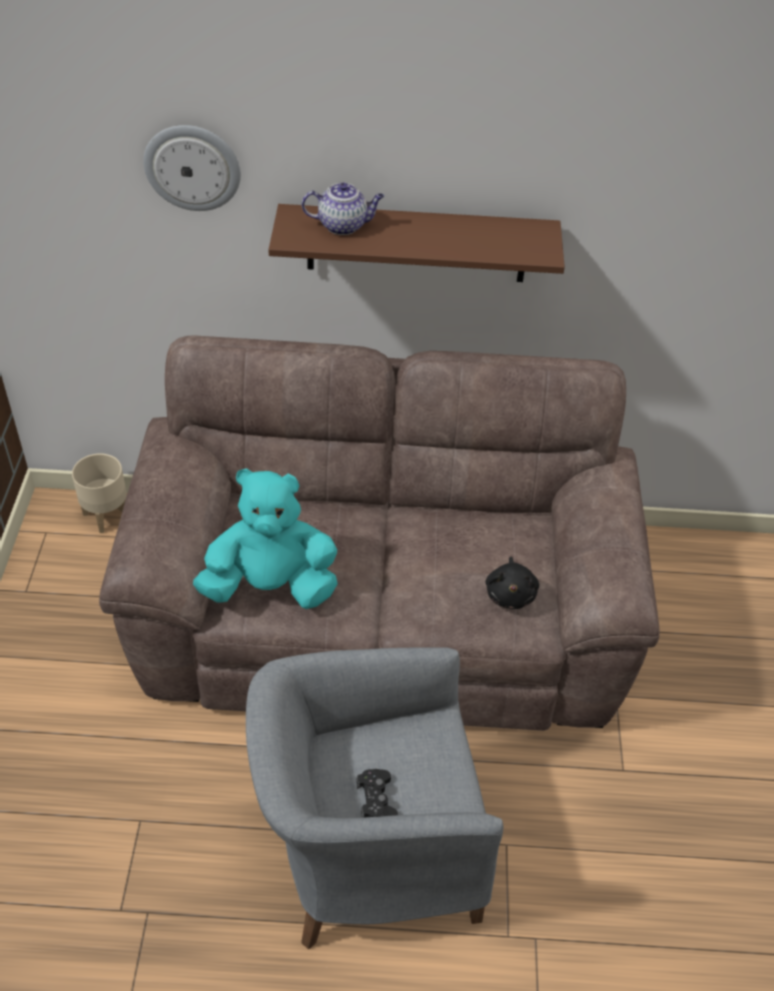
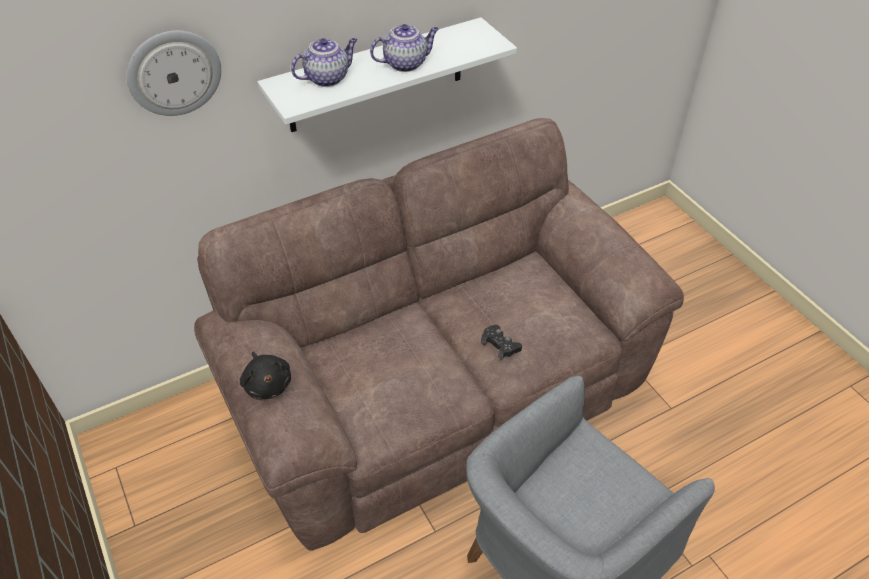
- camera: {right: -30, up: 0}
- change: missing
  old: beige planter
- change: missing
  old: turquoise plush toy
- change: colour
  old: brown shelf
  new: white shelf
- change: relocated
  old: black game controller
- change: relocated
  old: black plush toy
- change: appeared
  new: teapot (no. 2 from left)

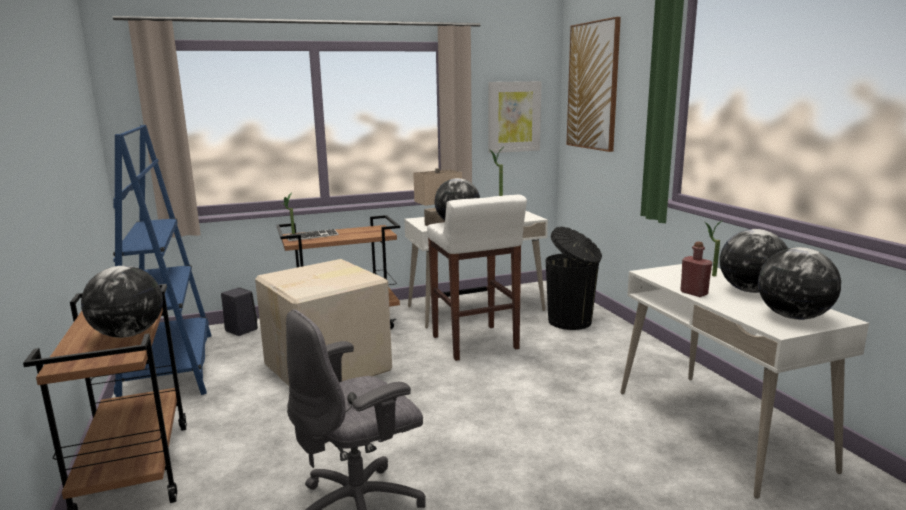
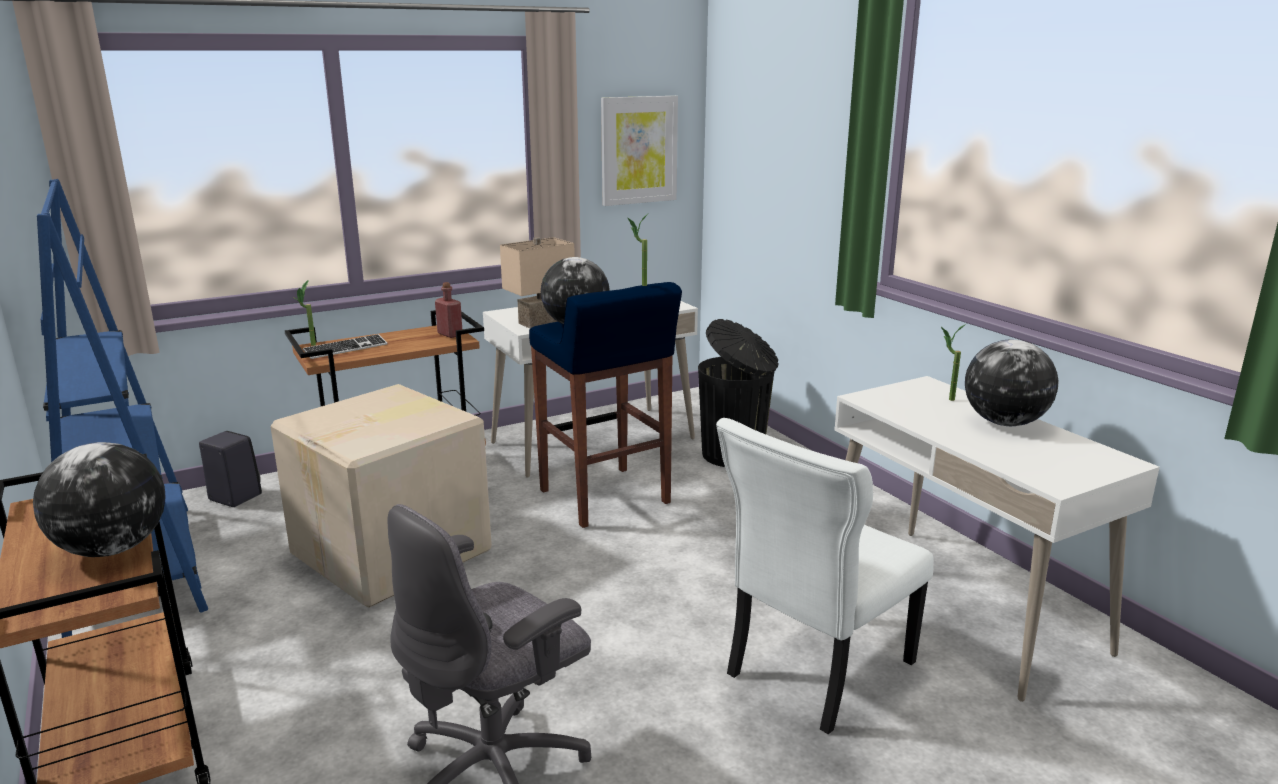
- camera: {right: -10, up: 5}
- change: colour
  old: white stool
  new: blue stool
- change: missing
  old: picture (no. 2 from left)
- change: relocated
  old: red bottle
- change: missing
  old: globe (no. 4 from left)
- change: appeared
  new: white chair

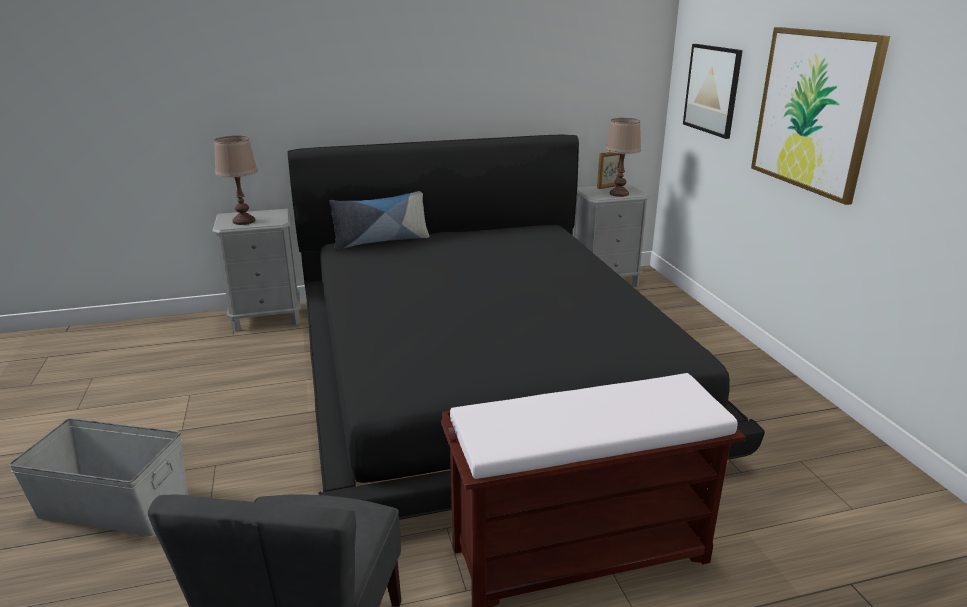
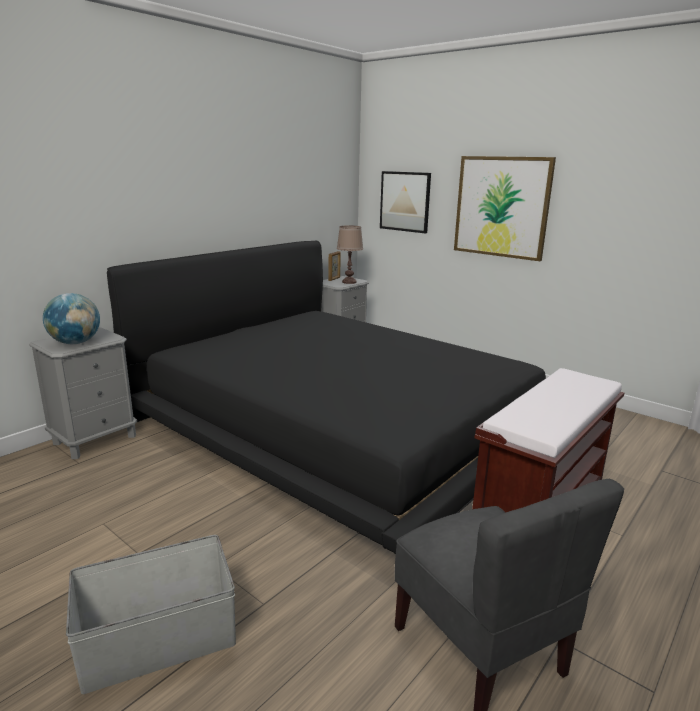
- camera: {right: -35, up: -5}
- change: exchanged
  old: brown table lamp (no. 1 from left)
  new: globe
- change: missing
  old: pillow

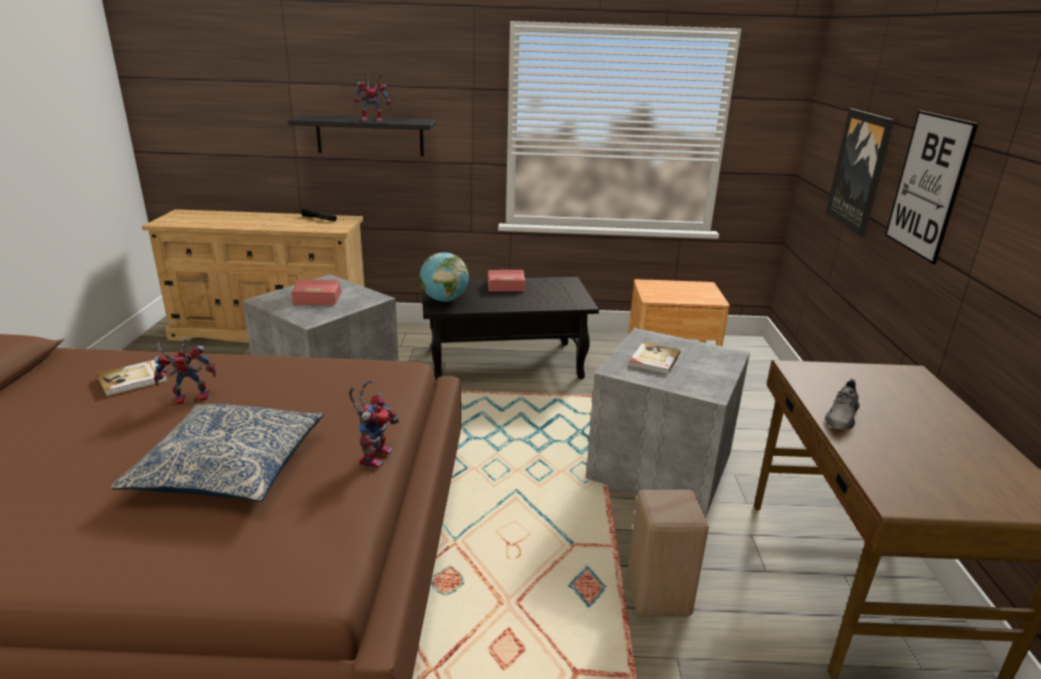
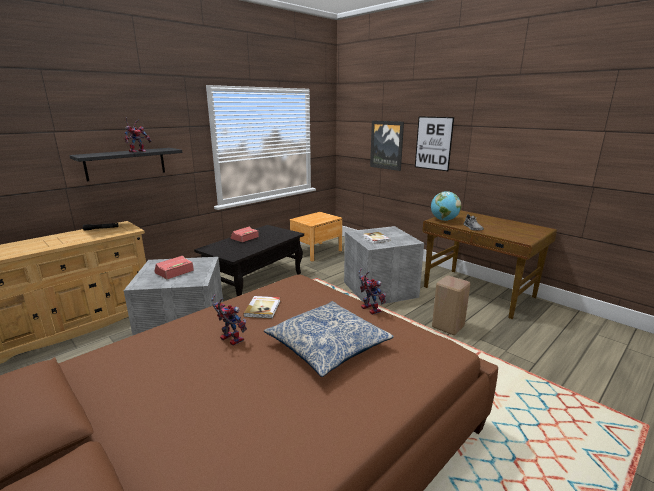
- camera: {right: -45, up: -5}
- change: relocated
  old: book (no. 1 from left)
- change: spun
  old: toy robot (no. 1 from left in the first image)
  degrees: 105
- change: relocated
  old: globe

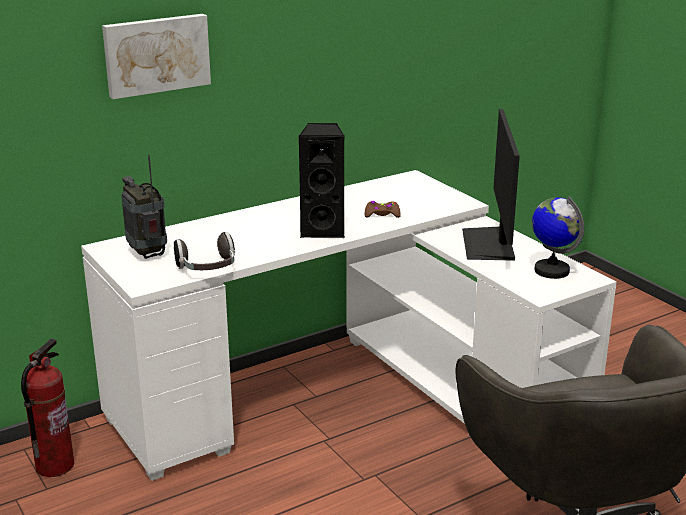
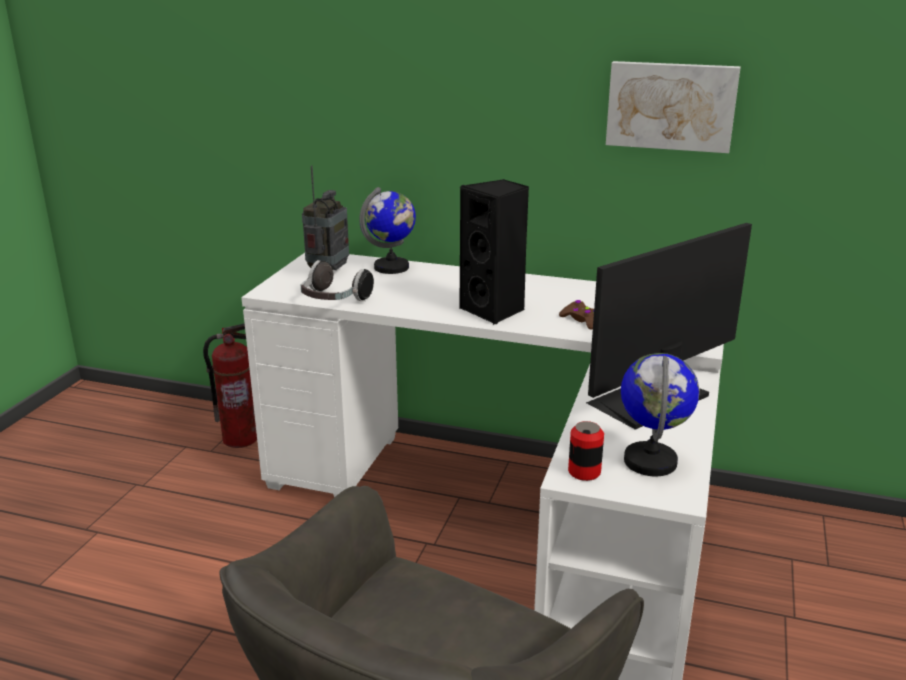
- camera: {right: 50, up: 0}
- change: relocated
  old: picture
- change: appeared
  new: globe (no. 1 from left)
- change: appeared
  new: can

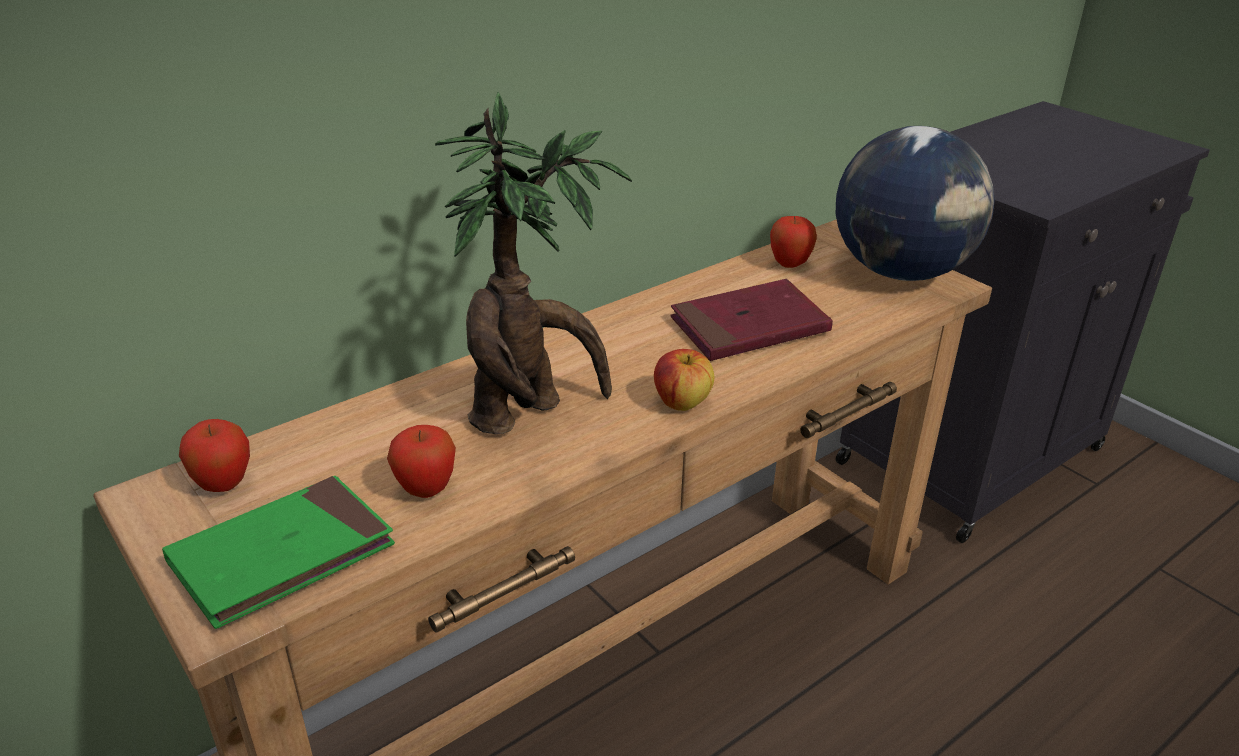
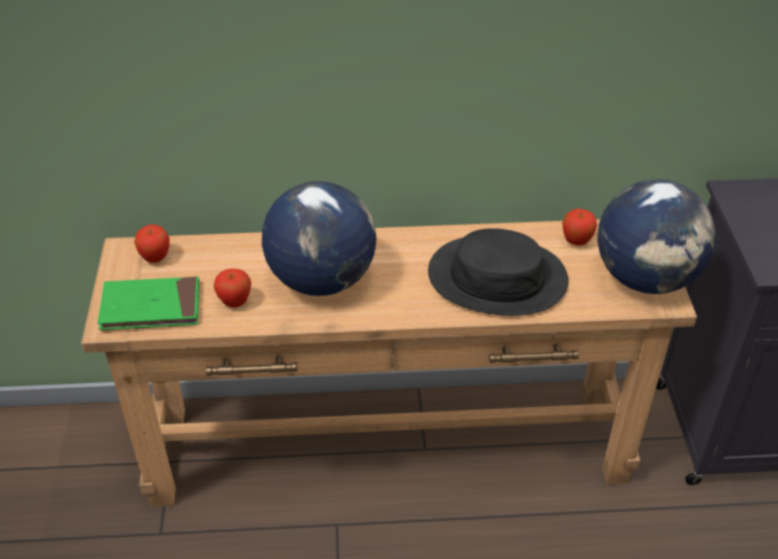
- camera: {right: 35, up: 10}
- change: exchanged
  old: potted plant
  new: globe (no. 1 from left)
- change: missing
  old: apple (no. 3 from left)
- change: exchanged
  old: red book
  new: black hat

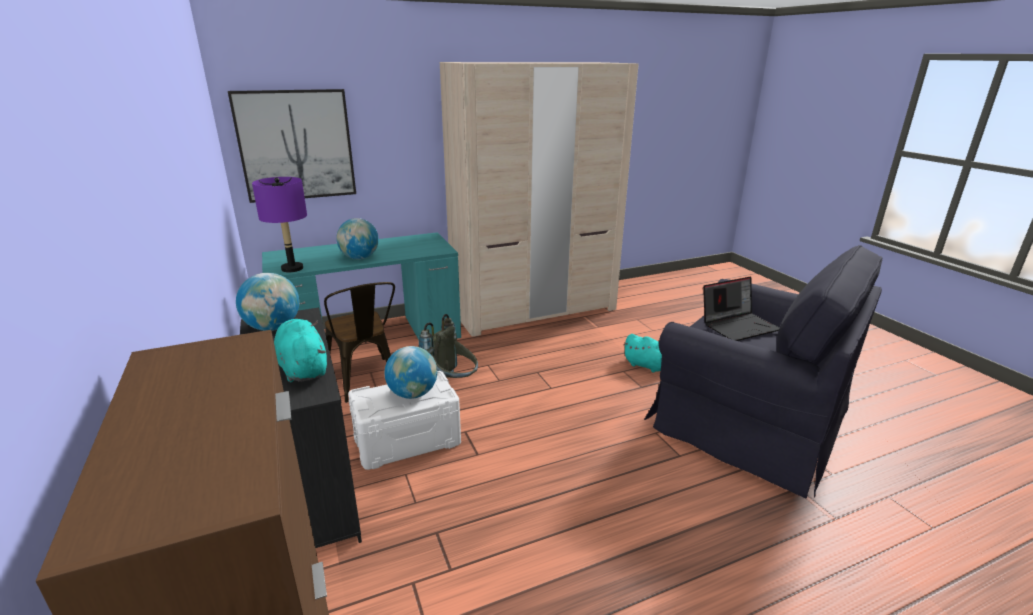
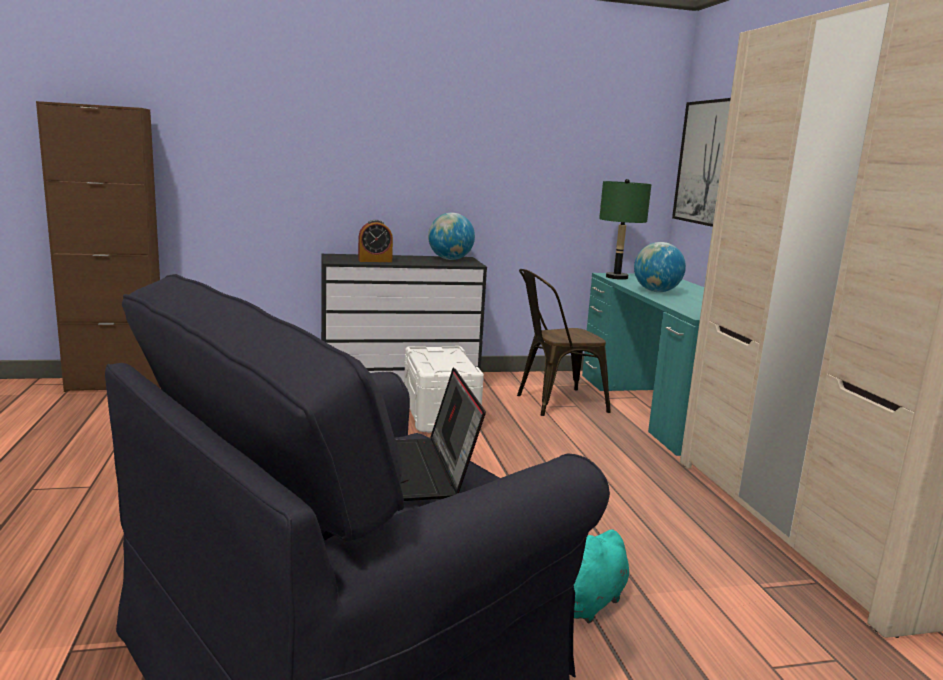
- camera: {right: 100, up: -10}
- change: colour
  old: purple table lamp
  new: green table lamp
- change: exchanged
  old: turquoise plush toy (no. 1 from left)
  new: alarm clock
- change: missing
  old: globe (no. 3 from left)
- change: missing
  old: grey backpack

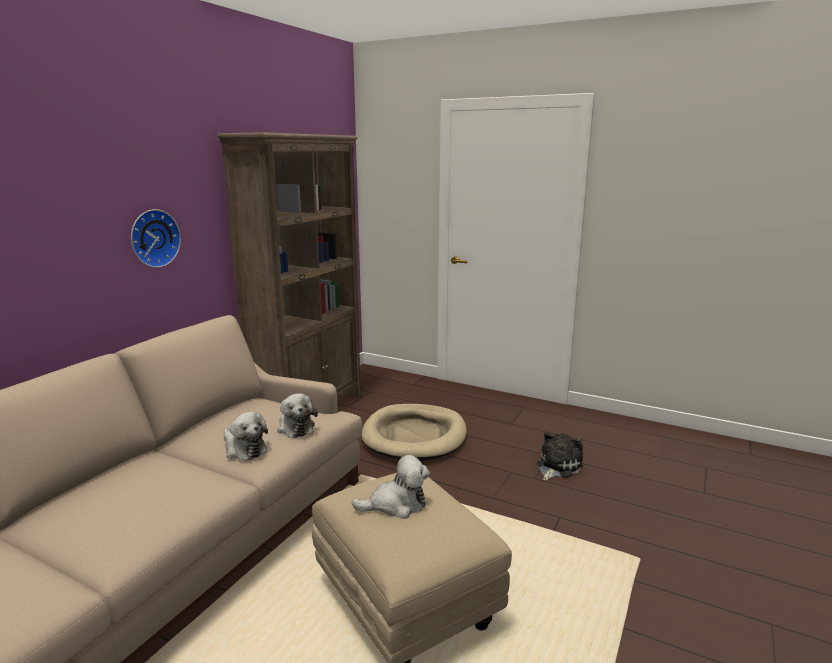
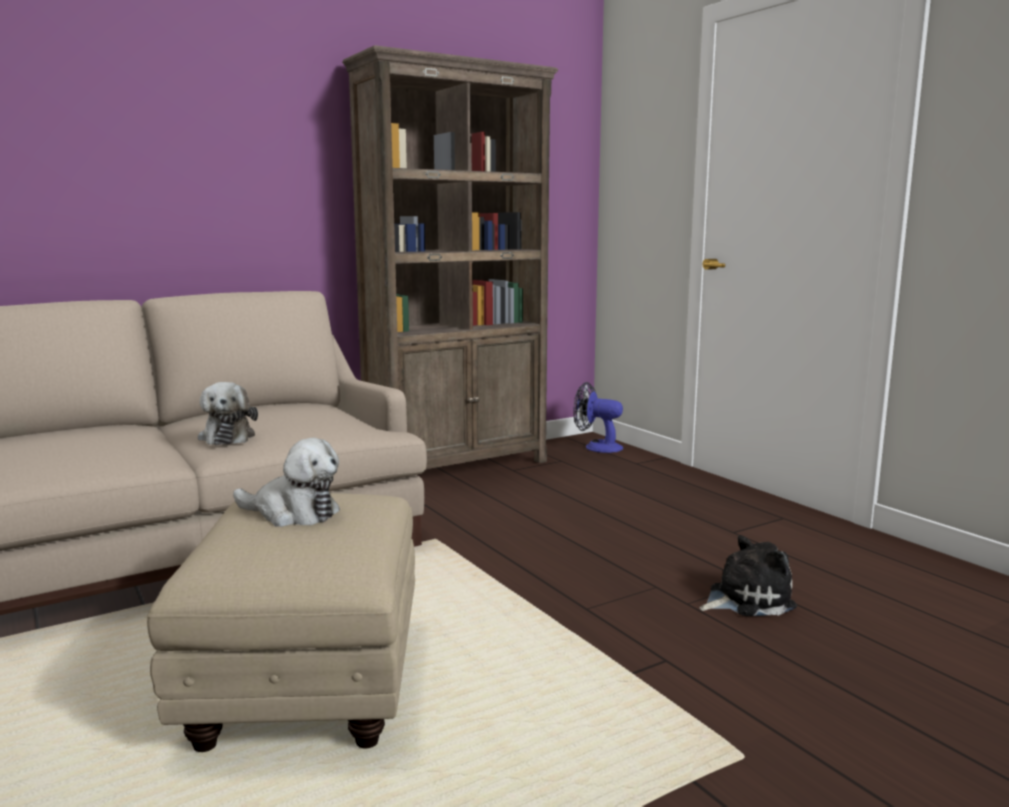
- camera: {right: 30, up: -5}
- change: missing
  old: wall clock
- change: missing
  old: plush toy (no. 2 from left)
- change: missing
  old: beige dog bed
- change: appeared
  new: fan

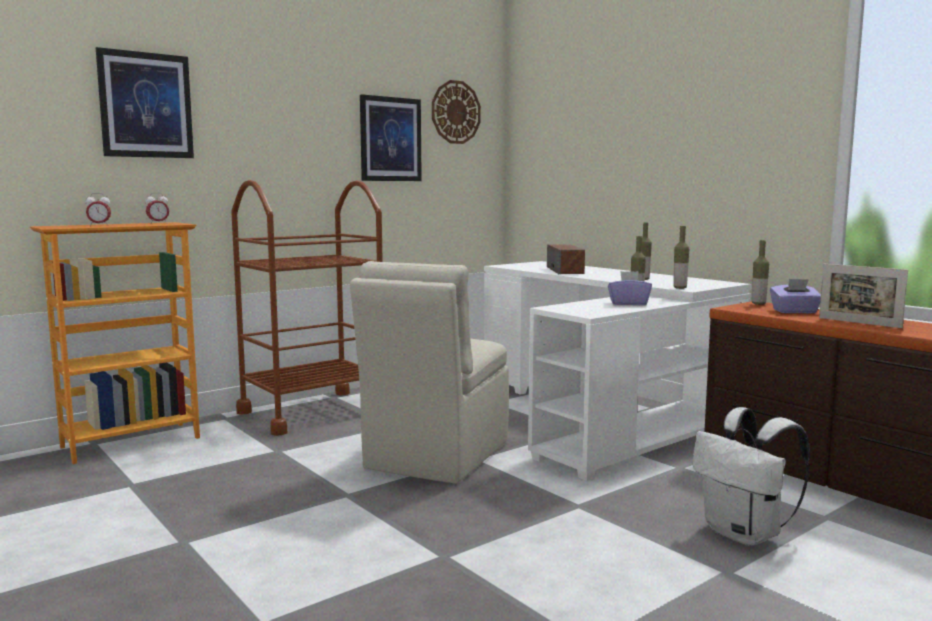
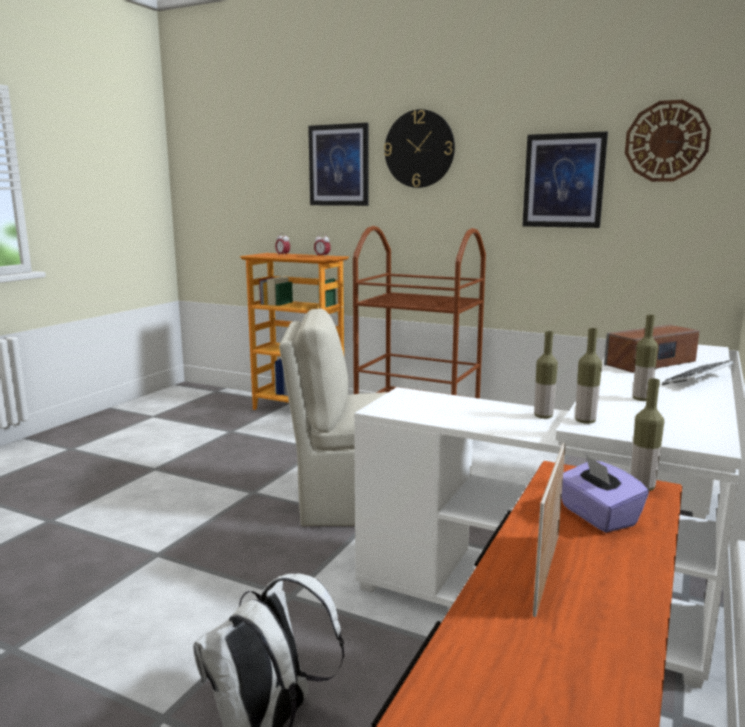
- camera: {right: 65, up: 5}
- change: missing
  old: purple tissue box (no. 1 from left)
- change: appeared
  new: wall clock (no. 1 from left)
- change: appeared
  new: keyboard

